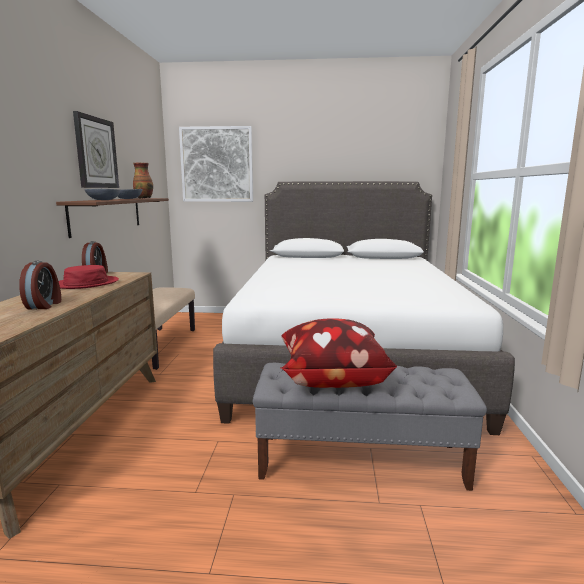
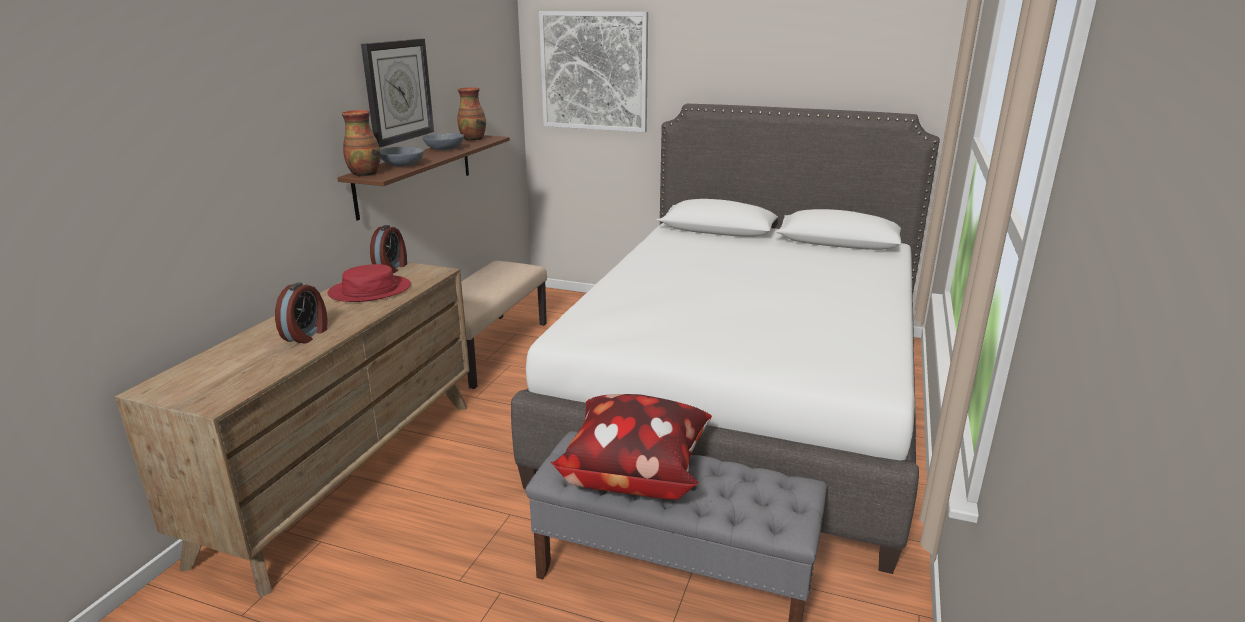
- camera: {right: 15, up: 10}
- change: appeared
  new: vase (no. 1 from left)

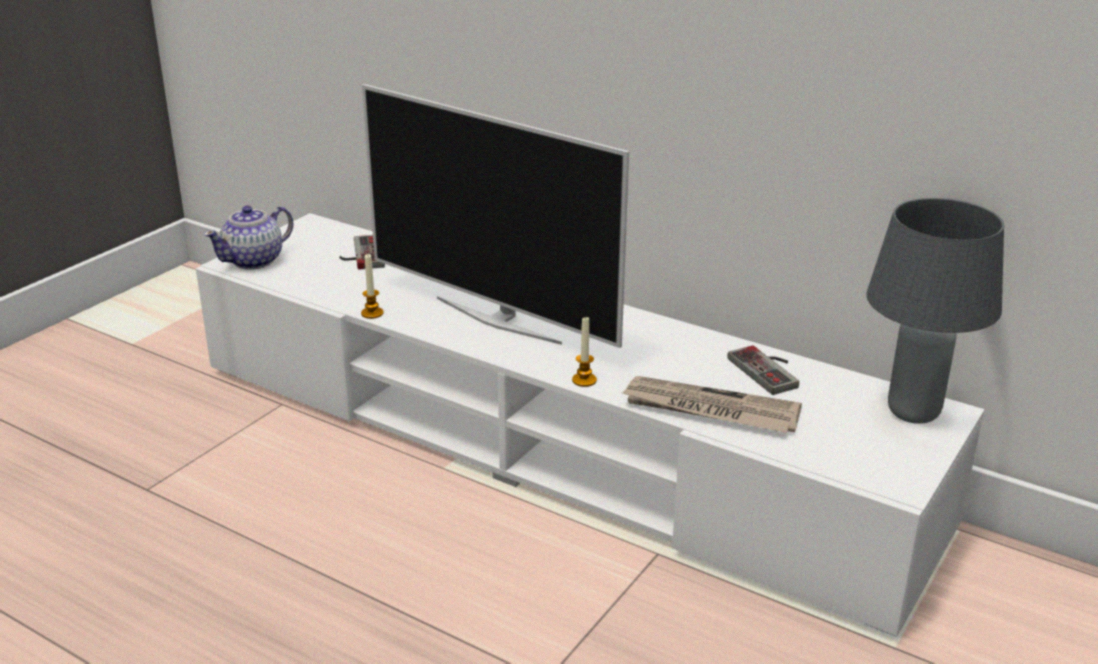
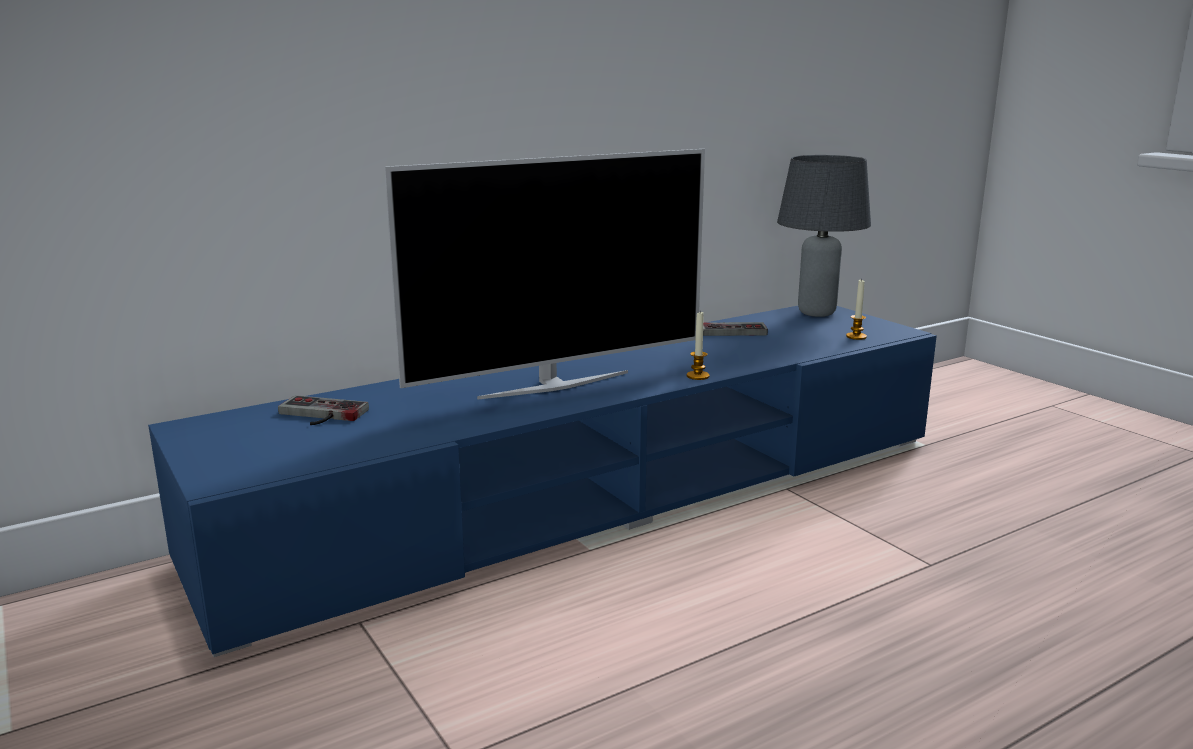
- camera: {right: -65, up: -10}
- change: colour
  old: white tv stand
  new: blue tv stand
- change: missing
  old: teapot
- change: relocated
  old: candle (no. 1 from left in the first image)
  new: candle (no. 2 from left)
- change: missing
  old: newspaper

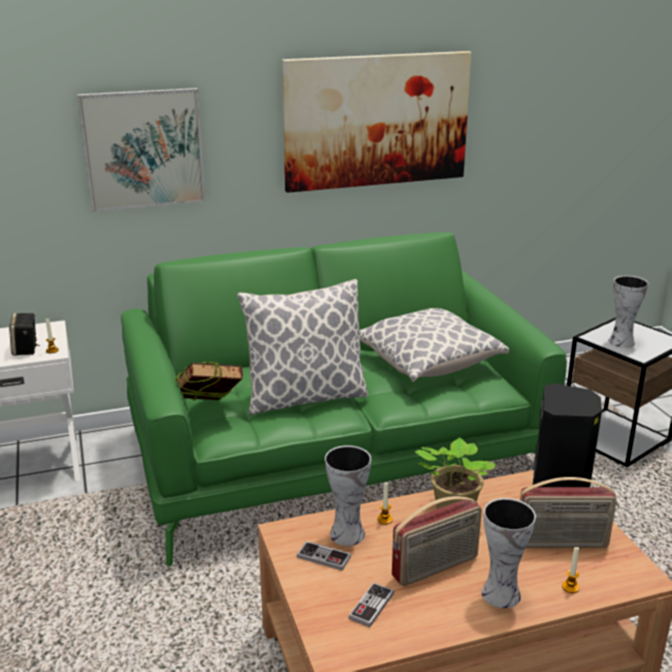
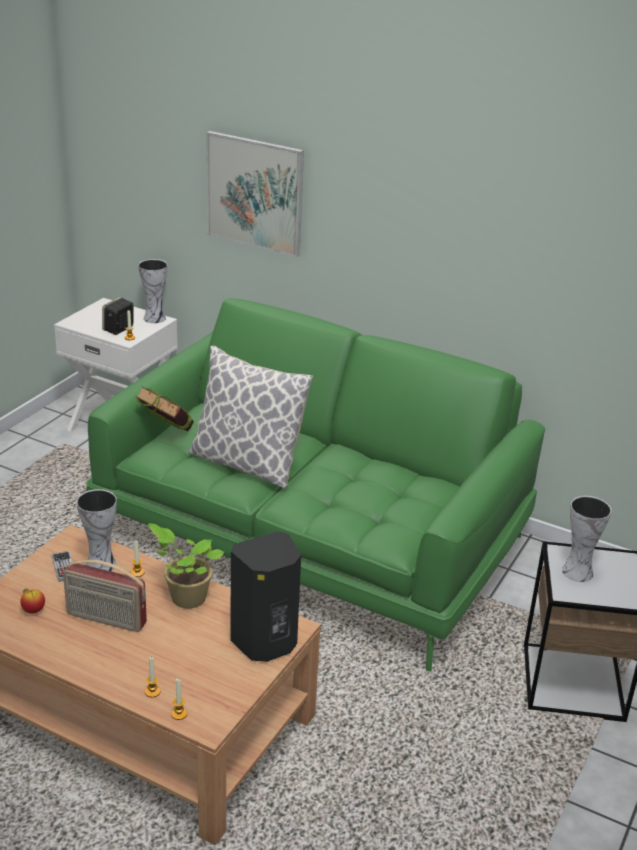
- camera: {right: 45, up: 5}
- change: missing
  old: picture (no. 2 from left)
- change: exchanged
  old: game controller (no. 2 from left)
  new: apple
- change: missing
  old: pillow (no. 2 from left)
- change: relocated
  old: vase (no. 2 from left)
- change: missing
  old: radio (no. 2 from left)
- change: appeared
  new: candle (no. 4 from left)

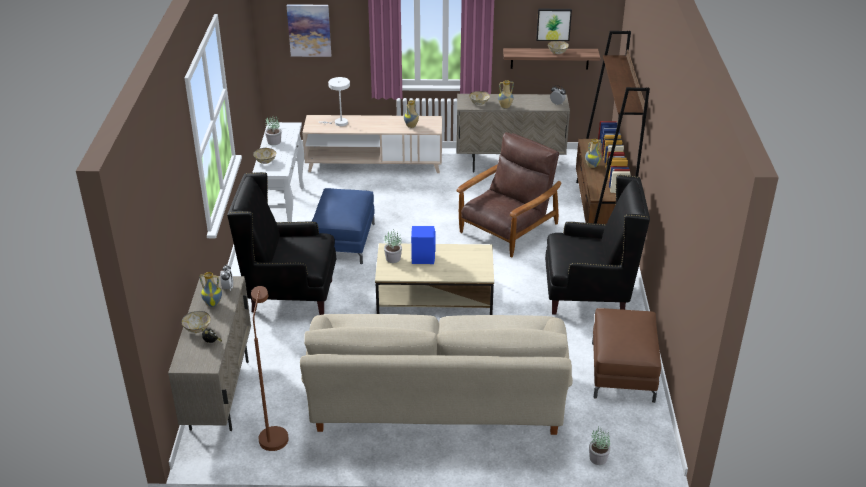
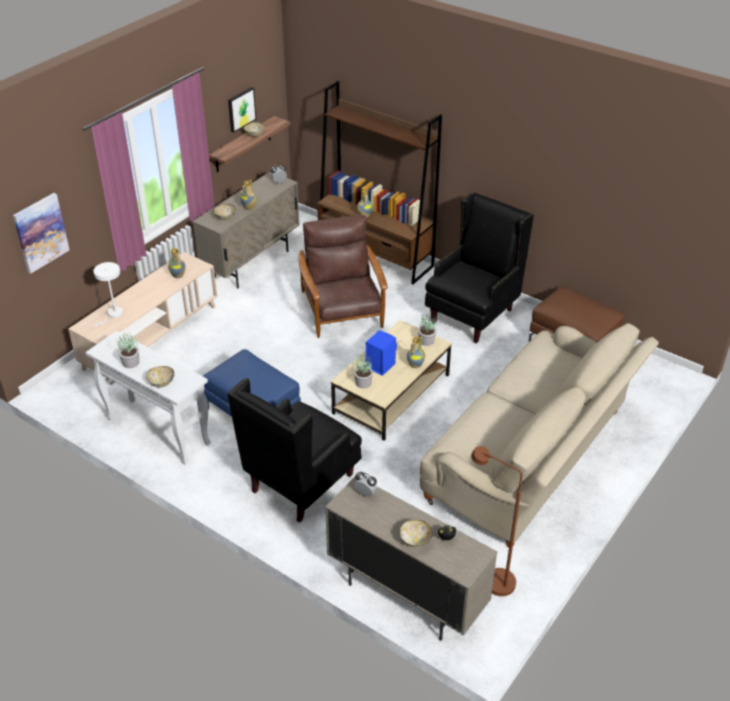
- camera: {right: -55, up: 5}
- change: relocated
  old: vase (no. 1 from left in the first image)
  new: vase (no. 4 from left)
- change: relocated
  old: potted plant (no. 3 from left)

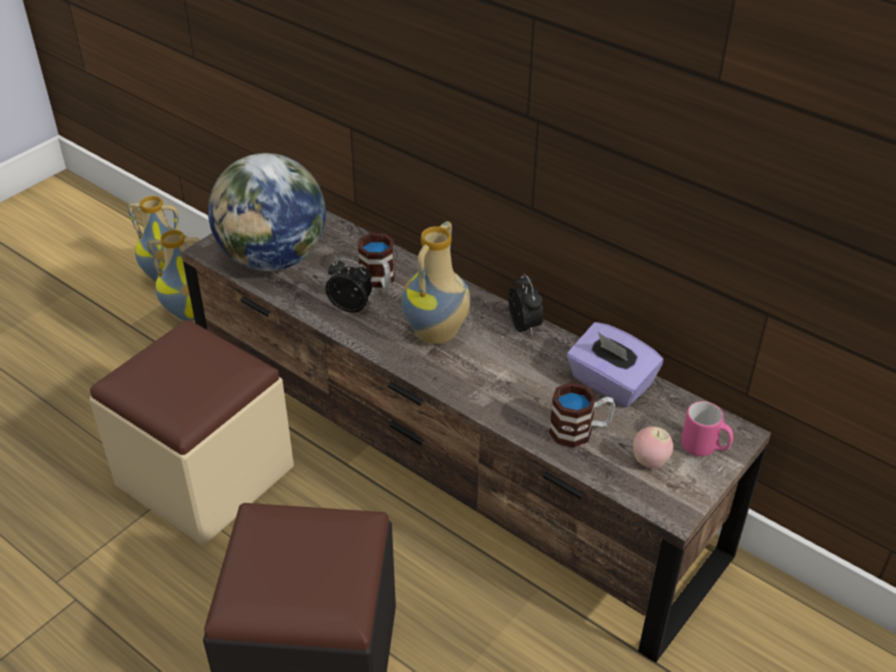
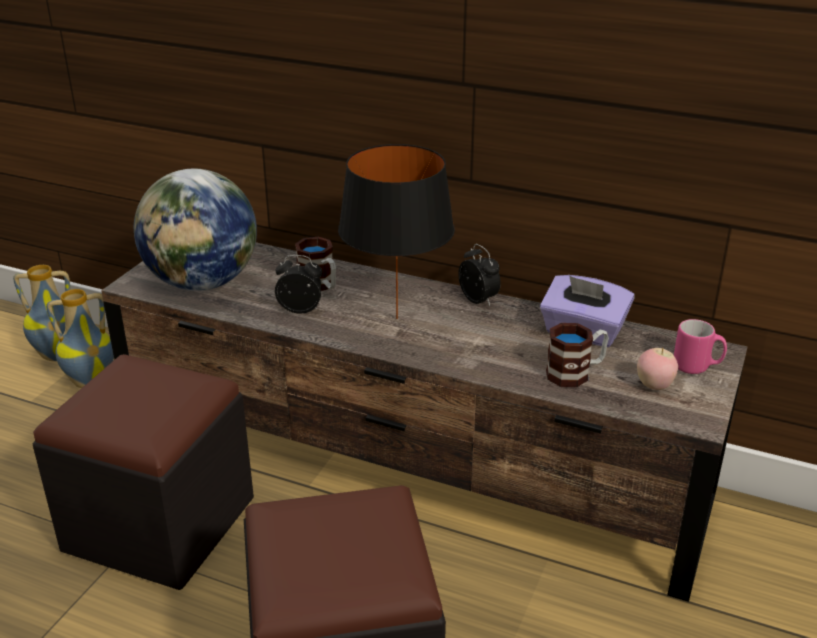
- camera: {right: -15, up: -10}
- change: colour
  old: beige ottoman
  new: black ottoman (no. 1 from left)
- change: exchanged
  old: vase (no. 3 from left)
  new: black table lamp

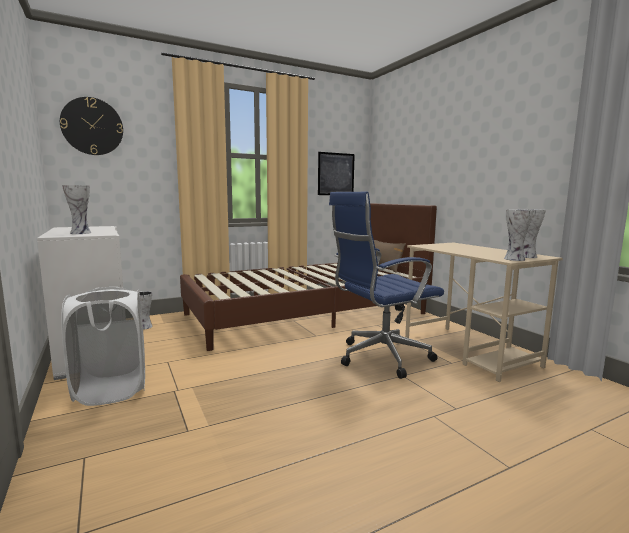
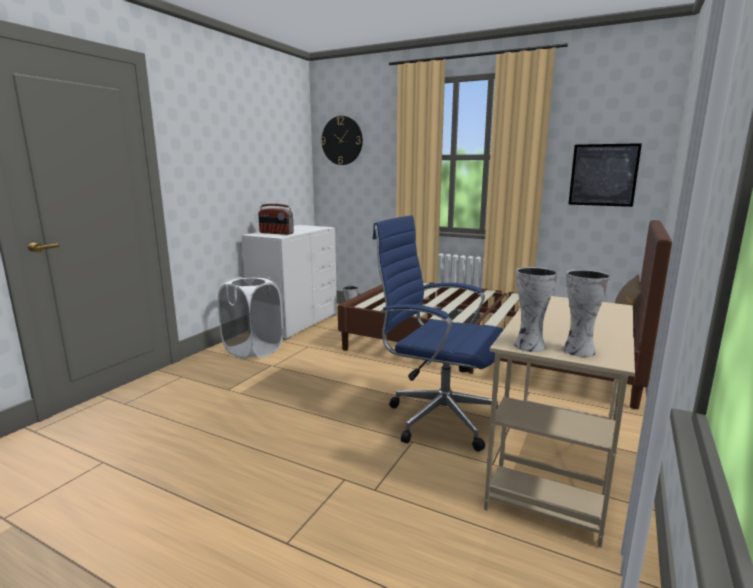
- camera: {right: 55, up: 5}
- change: exchanged
  old: vase (no. 1 from left)
  new: radio

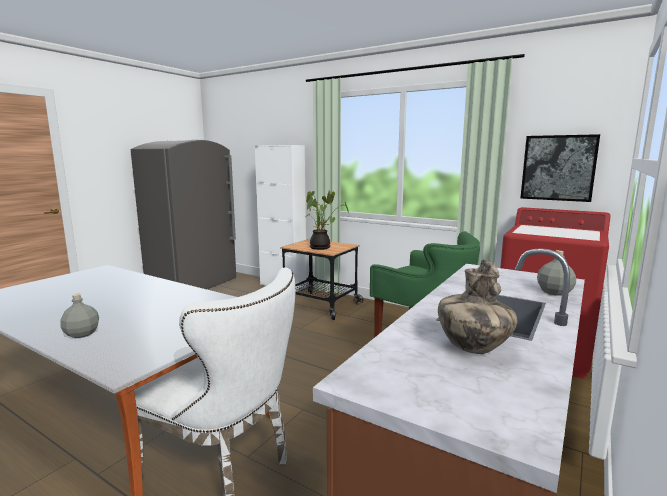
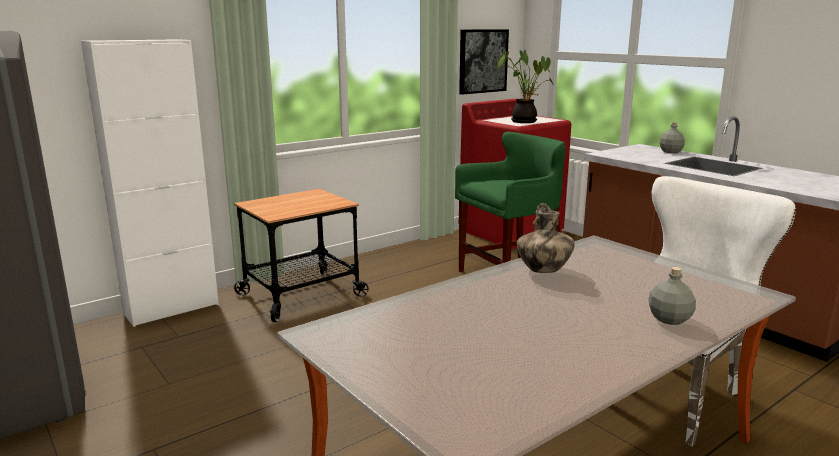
- camera: {right: -70, up: 5}
- change: relocated
  old: potted plant
- change: relocated
  old: vase

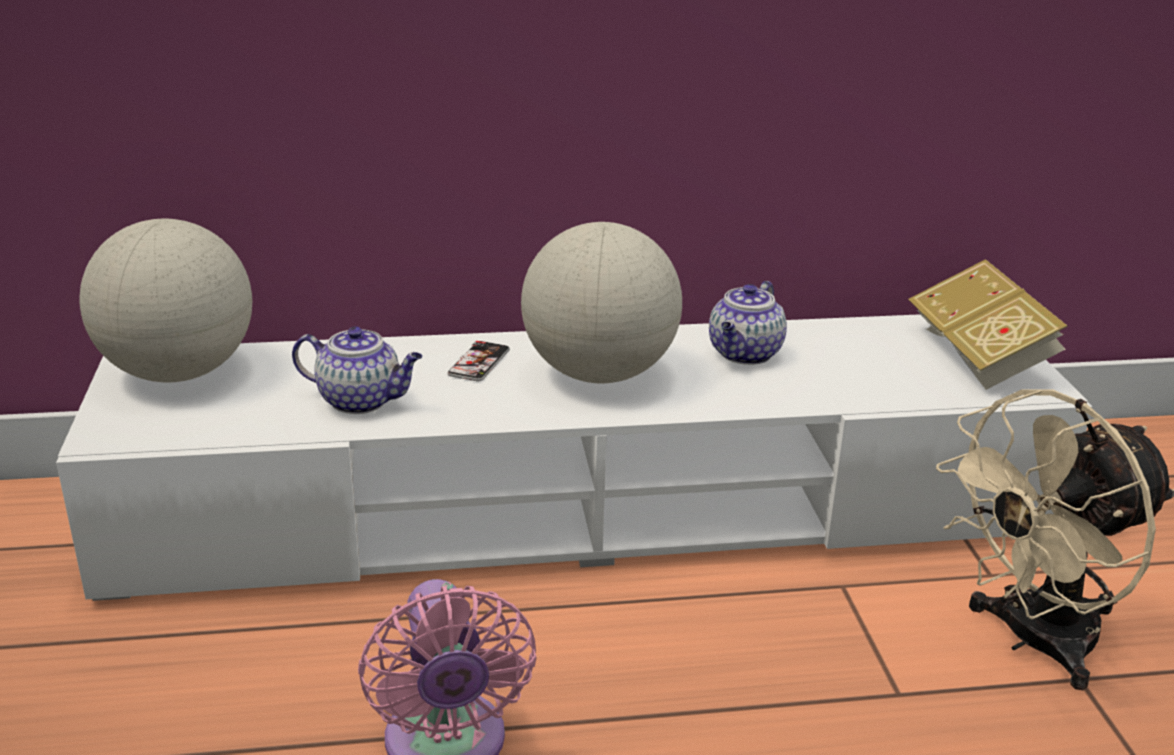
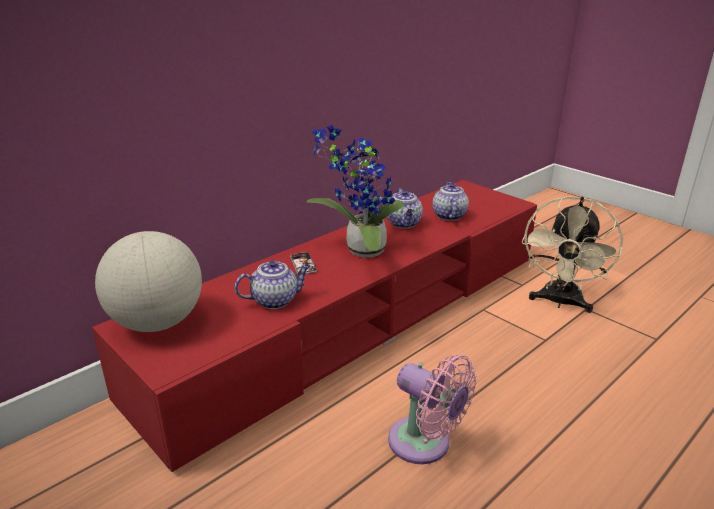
- camera: {right: -35, up: 0}
- change: colour
  old: white tv stand
  new: red tv stand
- change: exchanged
  old: globe (no. 2 from left)
  new: potted plant
- change: missing
  old: book
- change: appeared
  new: teapot (no. 3 from left)

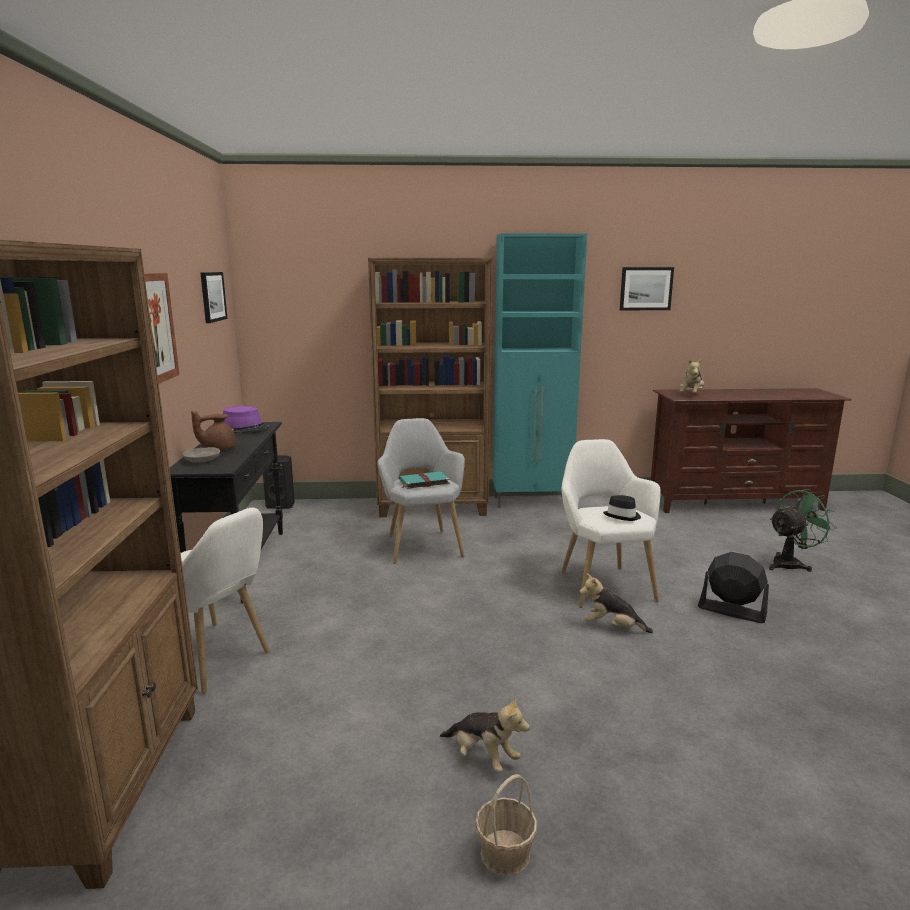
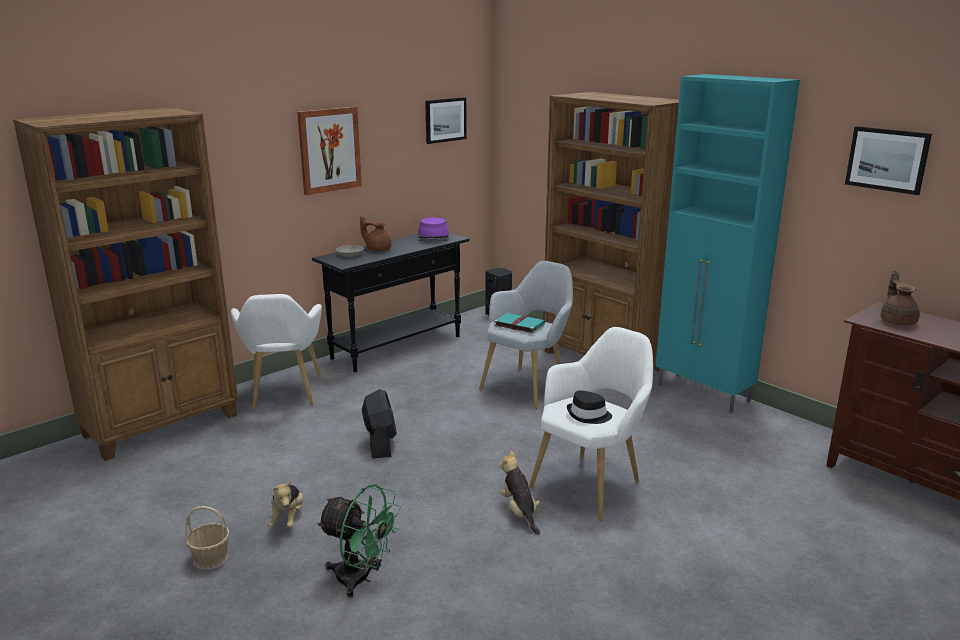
- camera: {right: 50, up: 5}
- change: exchanged
  old: plush toy (no. 3 from left)
  new: brown teapot (no. 2 from left)
- change: relocated
  old: black fan
- change: relocated
  old: green fan

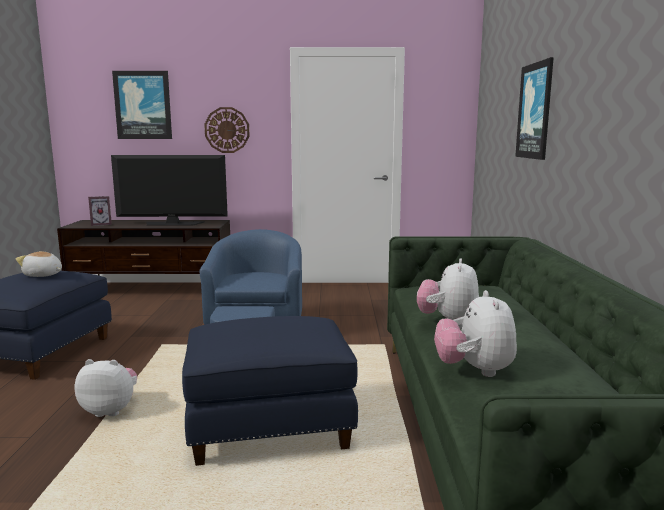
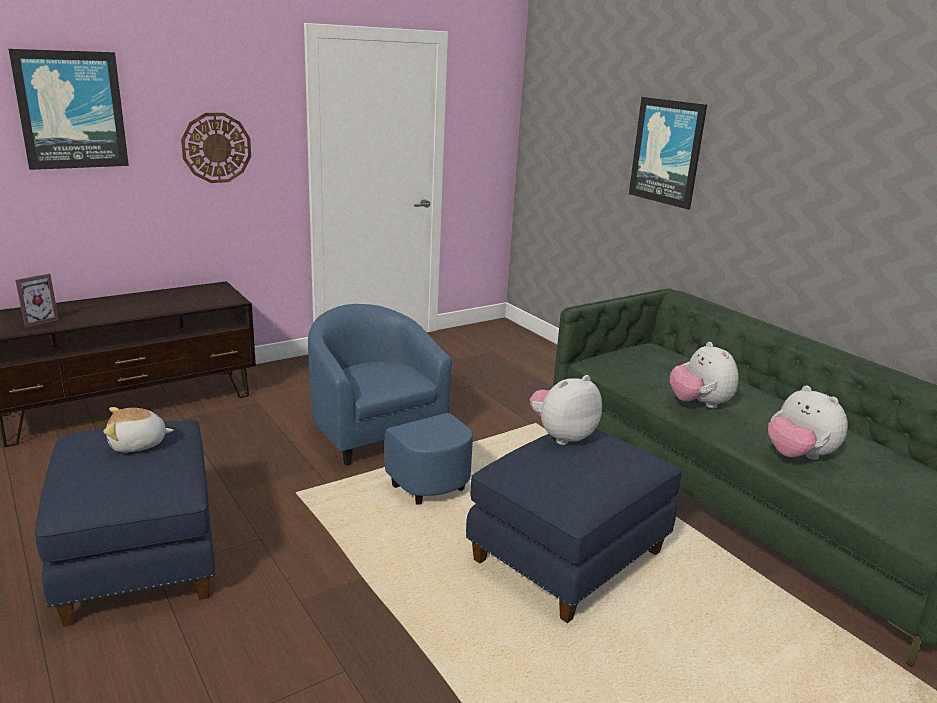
- camera: {right: -35, up: 10}
- change: relocated
  old: plush toy (no. 2 from left)
- change: missing
  old: television

